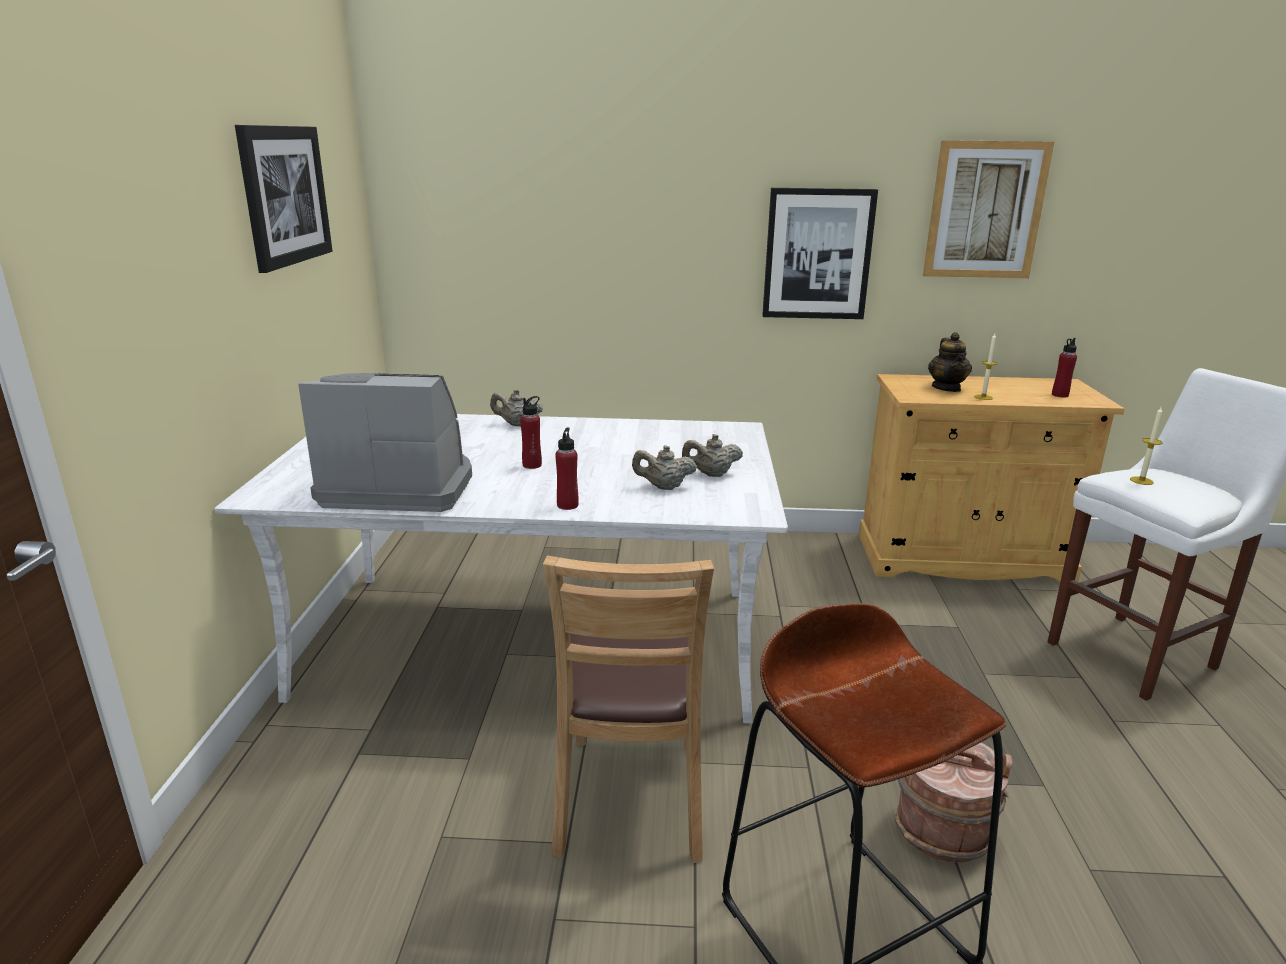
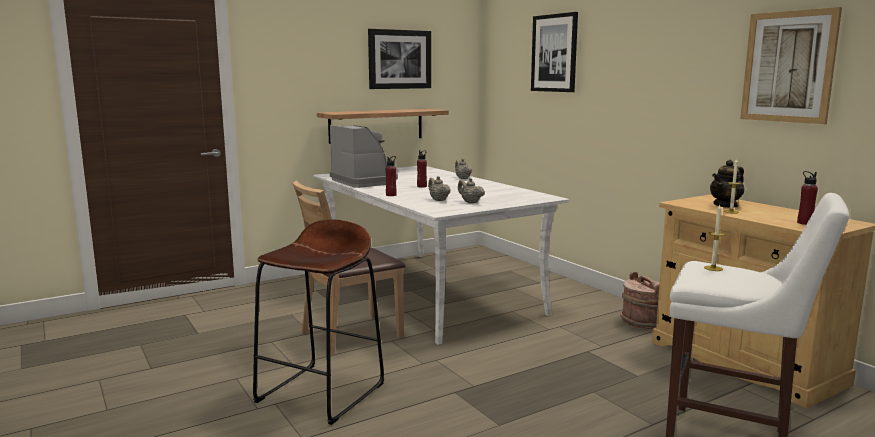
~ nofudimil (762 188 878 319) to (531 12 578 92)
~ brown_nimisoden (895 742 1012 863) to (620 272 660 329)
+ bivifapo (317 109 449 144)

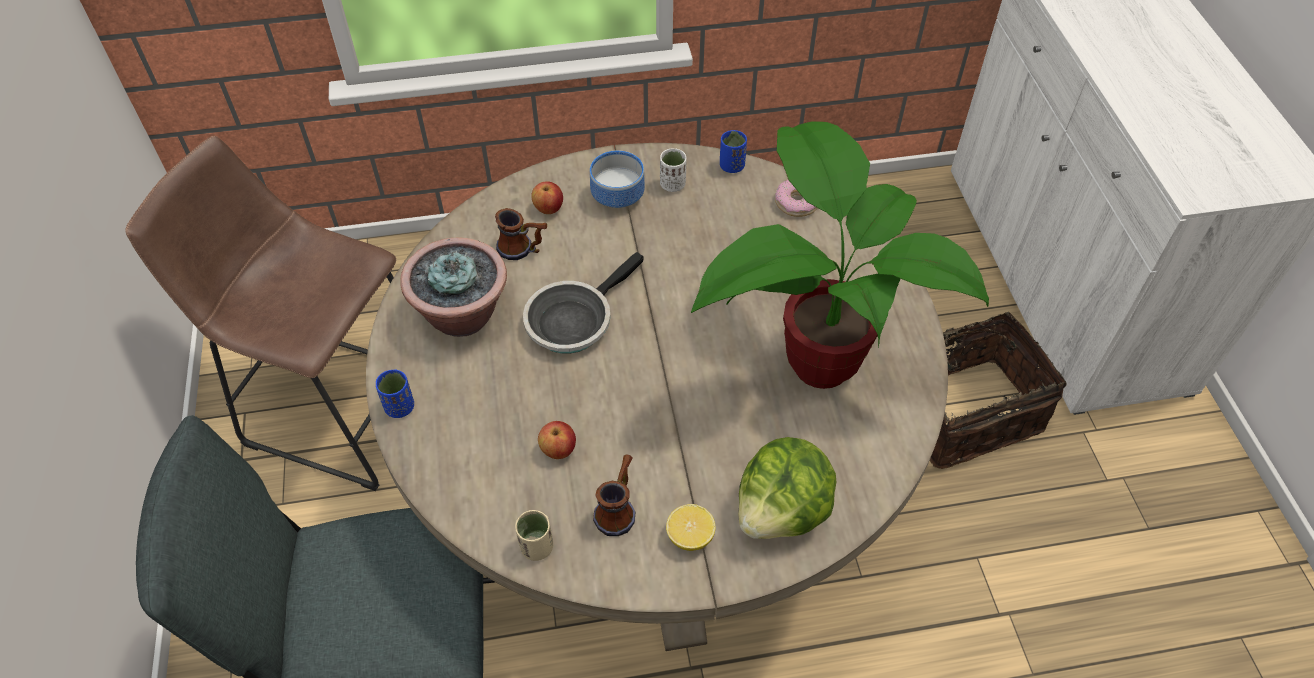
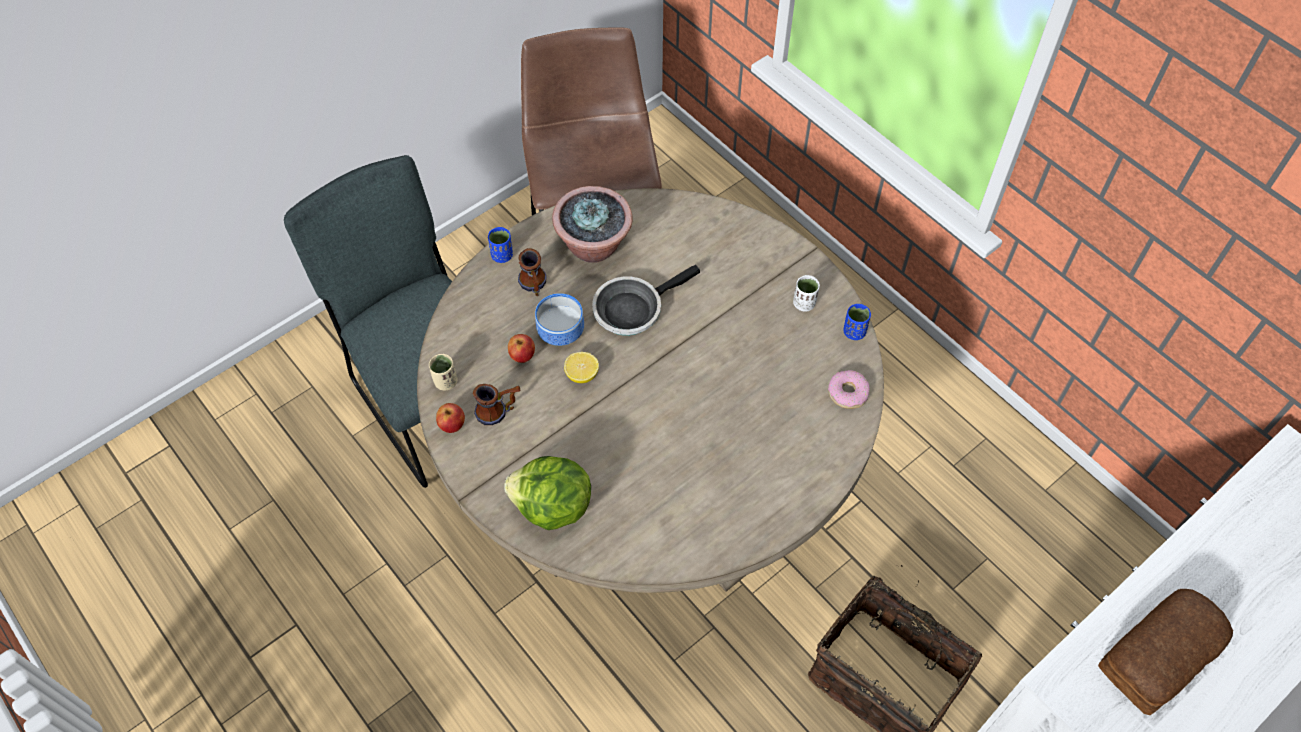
~ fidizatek (495 208 547 260) to (518 248 547 296)
~ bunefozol (523 252 644 354) = (592 265 700 336) 45 degrees counterclockwise
~ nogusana (531 181 563 214) to (436 403 465 433)
~ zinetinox (590 151 645 208) to (535 293 584 346)
~ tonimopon (666 504 716 551) to (564 352 599 383)
- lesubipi (691 121 989 389)
+ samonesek (1098 589 1233 715)

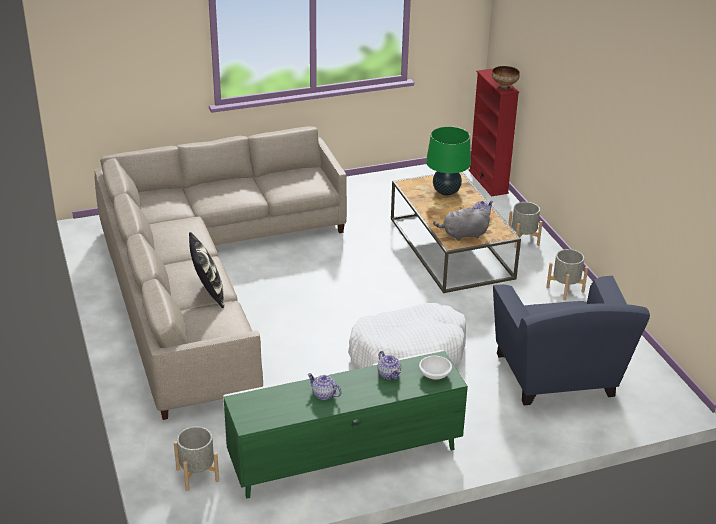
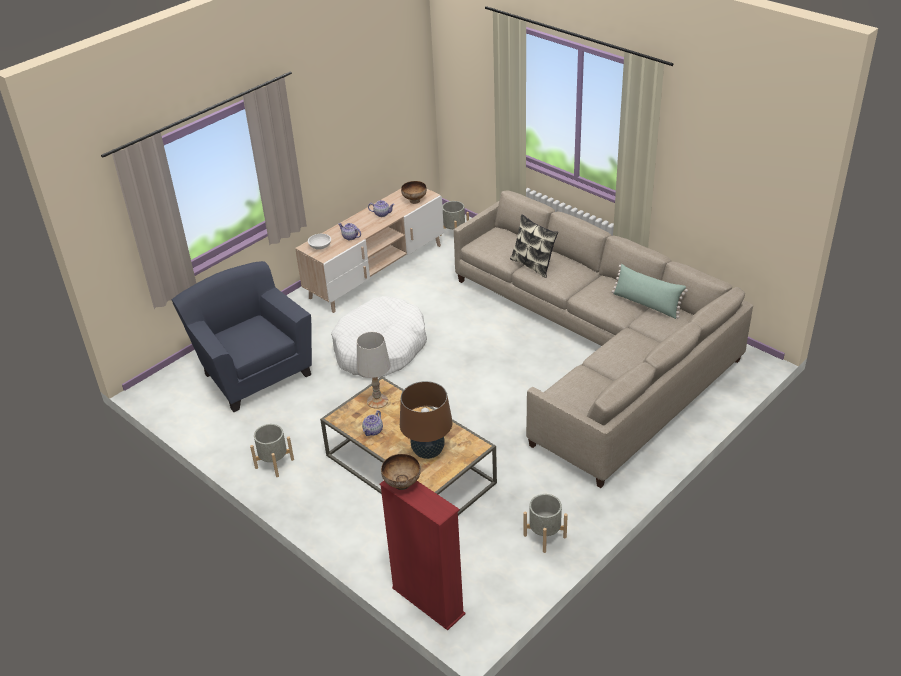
~ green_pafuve (223 350 468 499) to beige_pafuve (295 189 444 313)
~ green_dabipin (426 126 471 195) to brown_dabipin (400 381 453 459)
~ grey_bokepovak (433 207 490 241) to white_dabipin (357 332 390 409)
~ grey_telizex (509 202 542 248) to (523 494 568 553)
+ zinetinox (401 181 427 204)
+ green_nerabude (612 264 688 319)

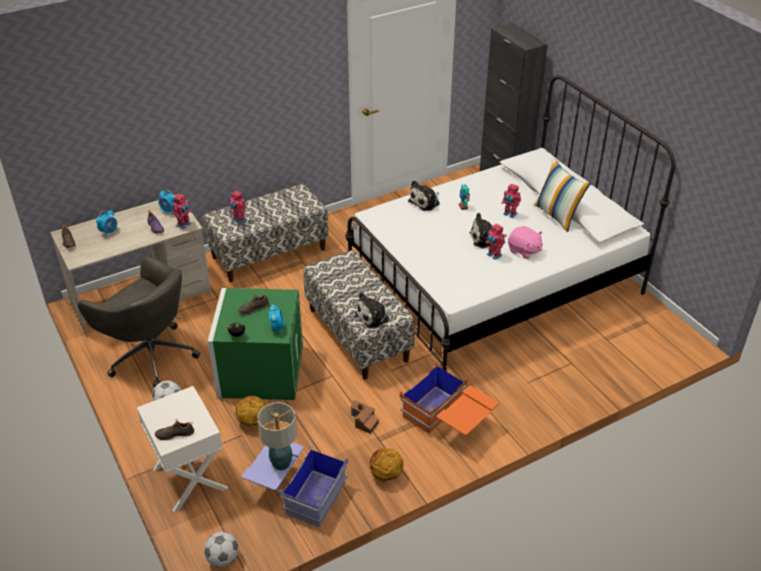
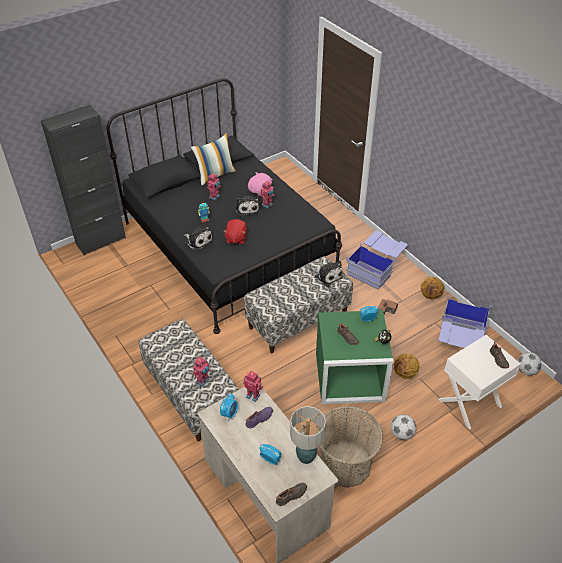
~ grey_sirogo (78 255 200 387) to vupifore (316 406 383 488)
~ dabipin (258 402 297 470) to (290 406 326 464)
~ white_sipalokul (345 75 676 372) to black_sipalokul (106 78 342 334)
~ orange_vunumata (400 361 499 435) to blue_vunumata (346 230 408 290)
+ red_bokepovak (223 219 247 245)

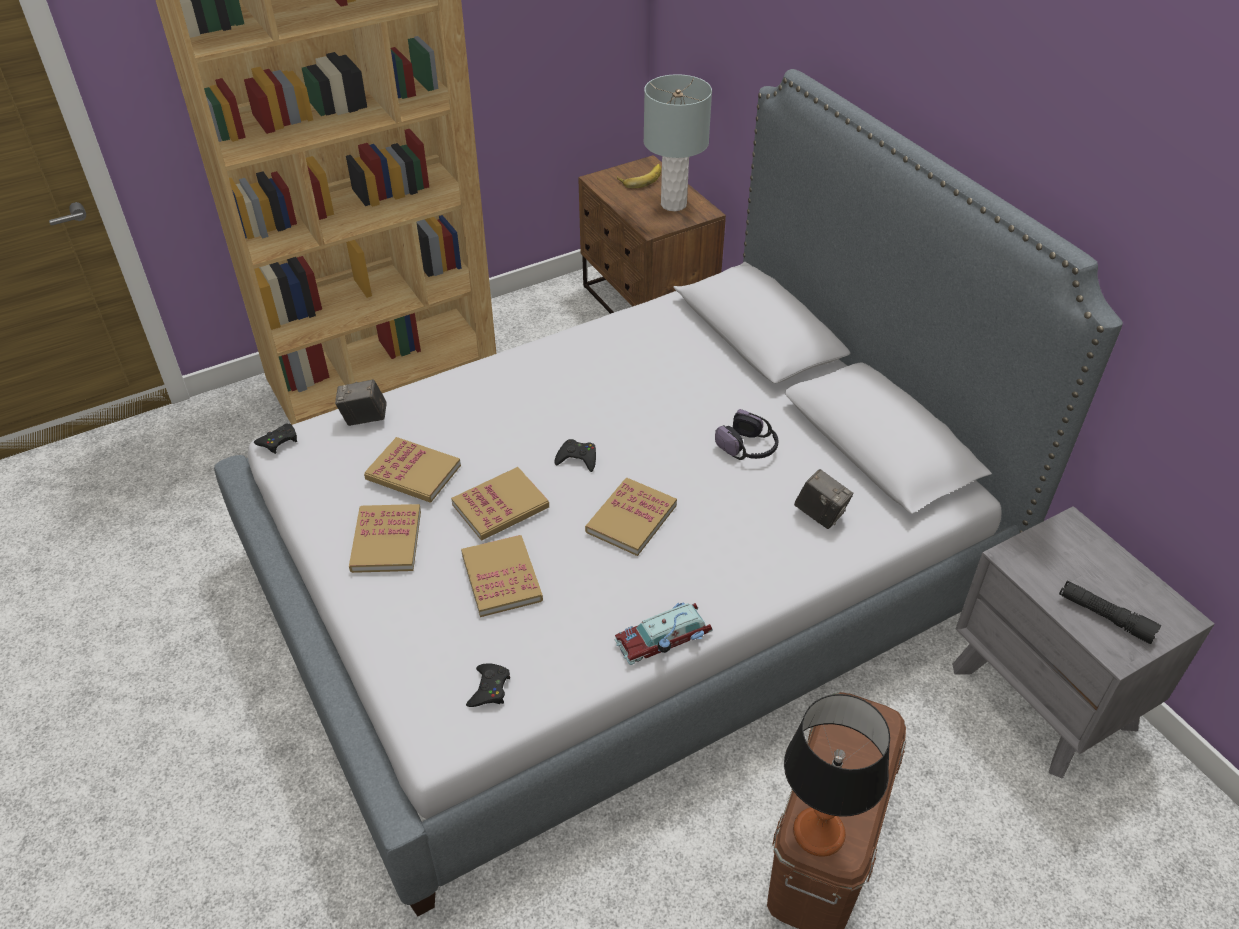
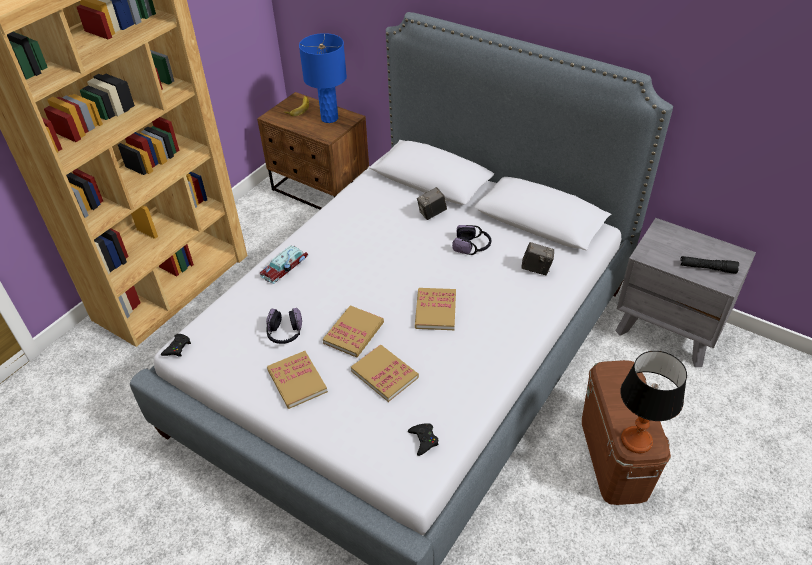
~ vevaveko (335 379 387 426) to (417 187 447 220)
~ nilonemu (364 437 461 502) to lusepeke (266 308 302 344)
- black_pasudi (554 439 596 472)
~ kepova (615 603 713 665) to (260 245 308 284)
~ grey_dabipin (644 74 712 211) to blue_dabipin (299 33 347 123)

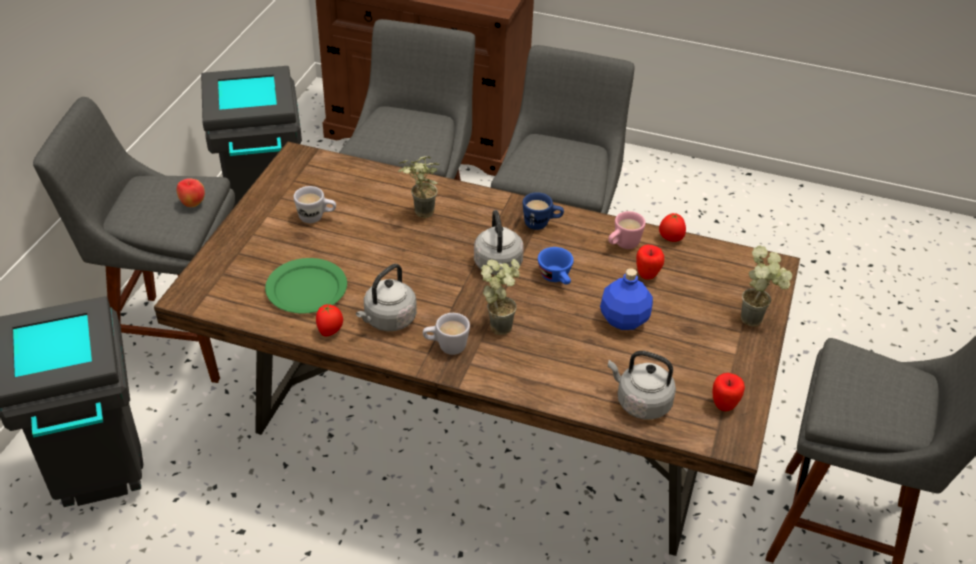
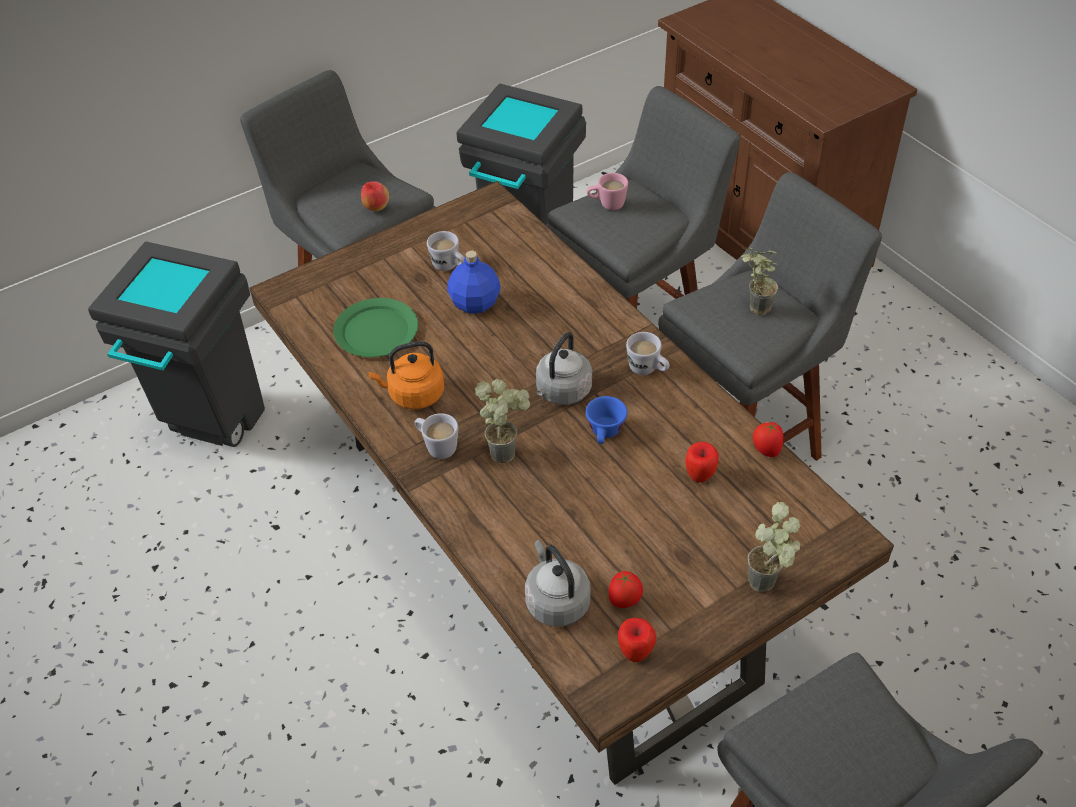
~ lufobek (316 303 343 336) to (609 571 643 608)
~ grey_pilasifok (356 264 417 331) to orange_pilasifok (368 341 444 409)
~ lesubipi (398 156 439 218) to (741 248 779 315)
~ blue_fidizatek (523 192 564 230) to white_fidizatek (626 332 670 375)
~ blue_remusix (600 268 653 330) to (447 250 501 314)
~ pink_fidizatek (608 211 646 249) to (587 173 628 210)

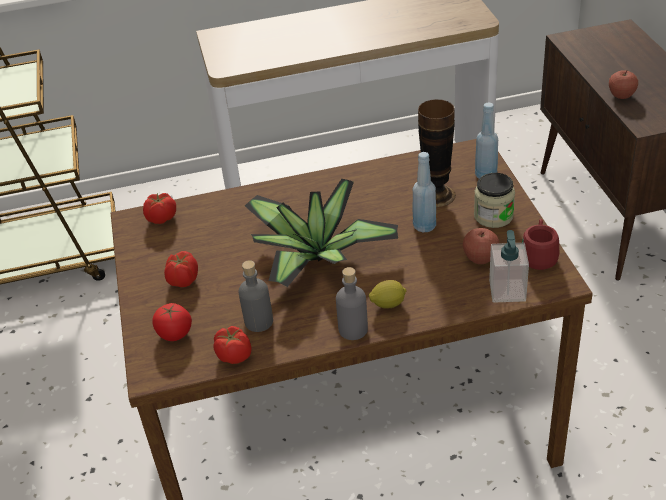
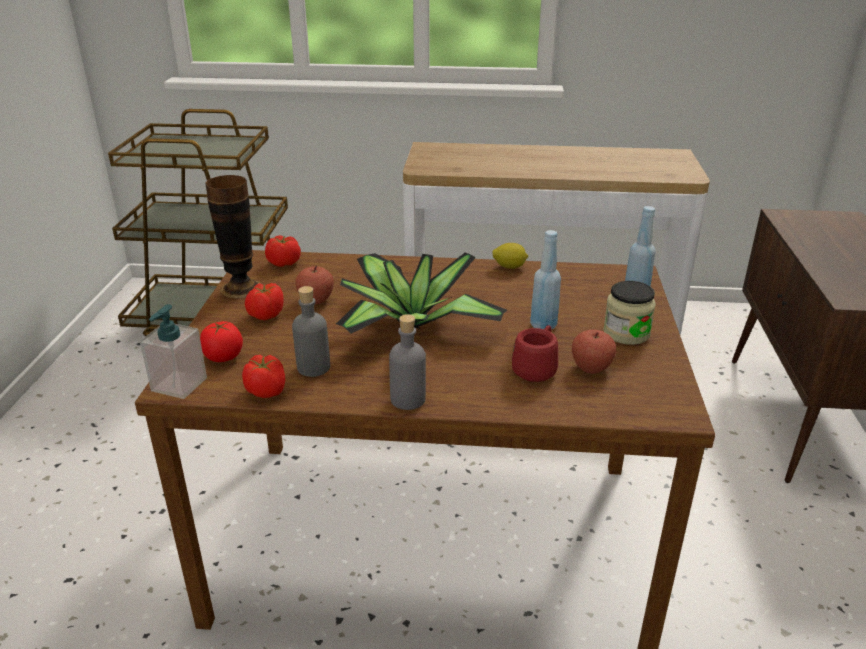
~ tonimopon (369 280 406 308) to (492 243 528 269)
~ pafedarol (418 99 456 207) to (205 175 262 299)
~ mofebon (489 230 529 303) to (140 304 207 399)
~ red_fidizatek (522 219 559 270) to (512 325 558 382)
~ nogusana (609 70 638 99) to (295 266 334 304)

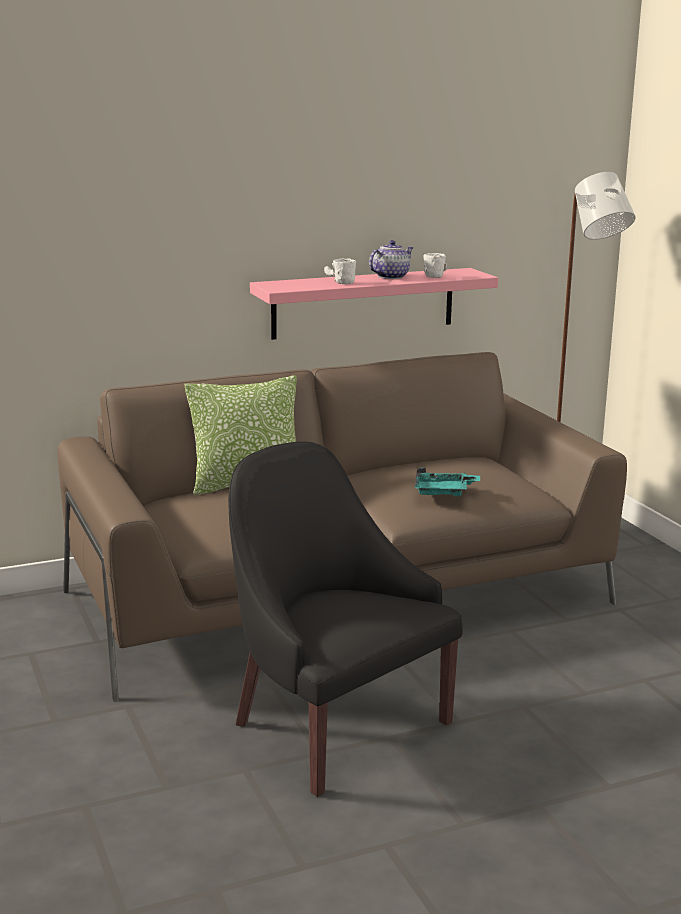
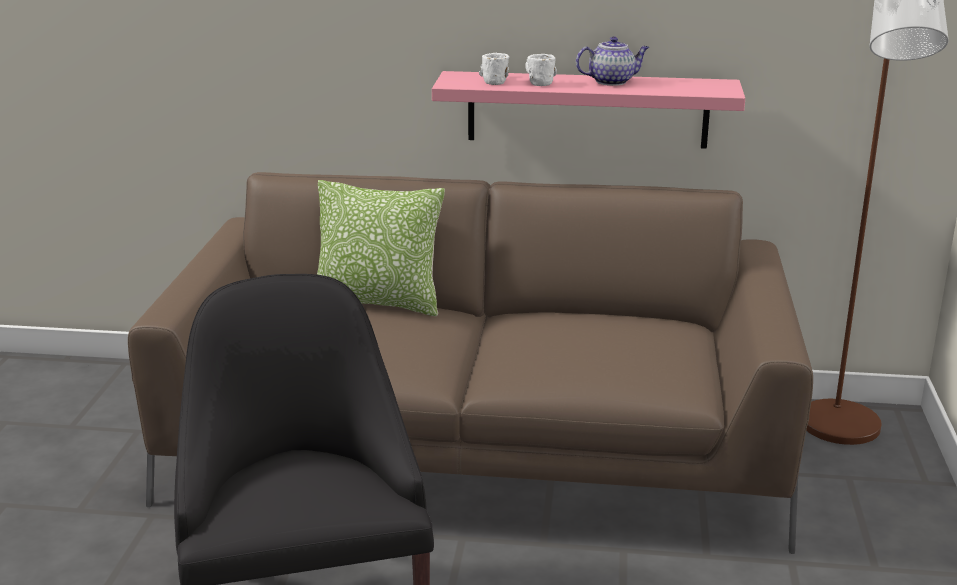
- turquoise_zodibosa (415 468 480 497)
~ white_fidizatek (424 253 447 278) to (479 53 510 85)

